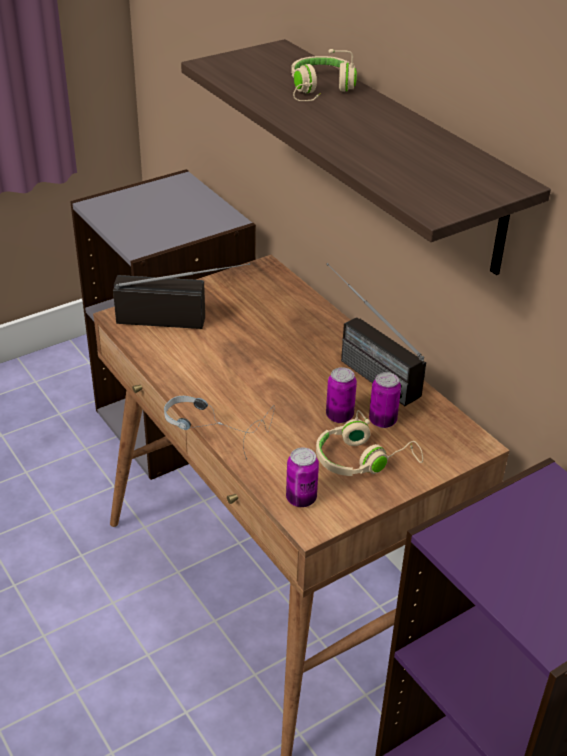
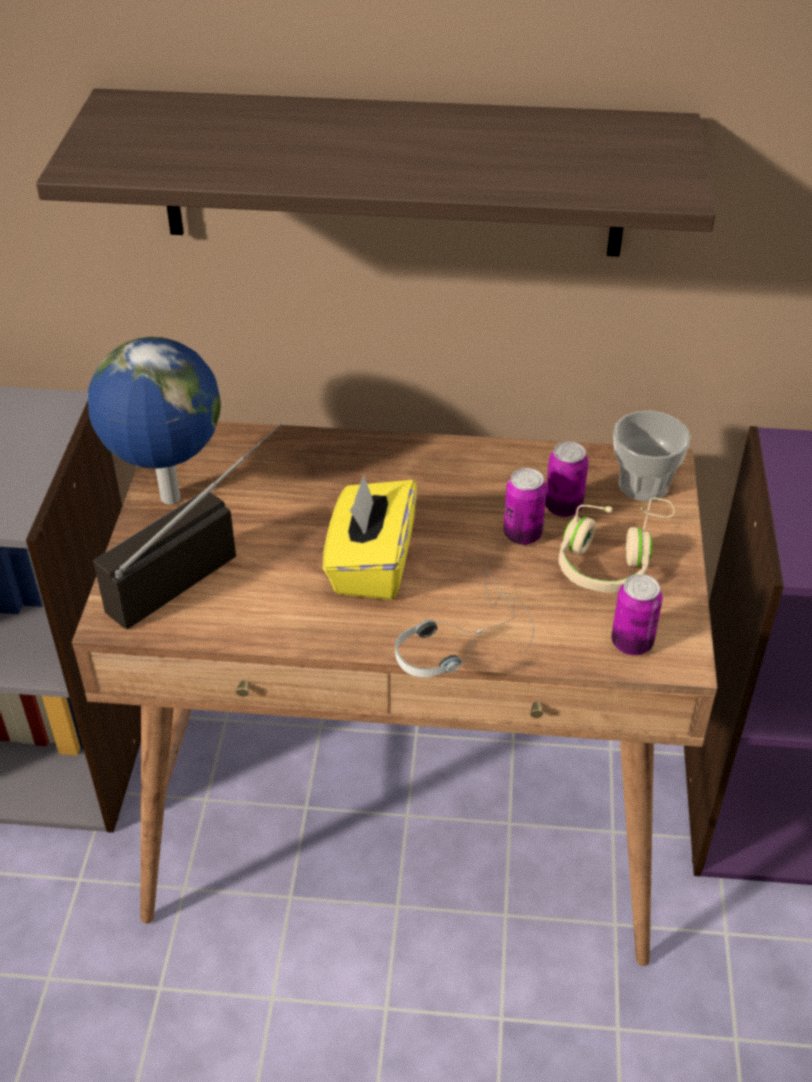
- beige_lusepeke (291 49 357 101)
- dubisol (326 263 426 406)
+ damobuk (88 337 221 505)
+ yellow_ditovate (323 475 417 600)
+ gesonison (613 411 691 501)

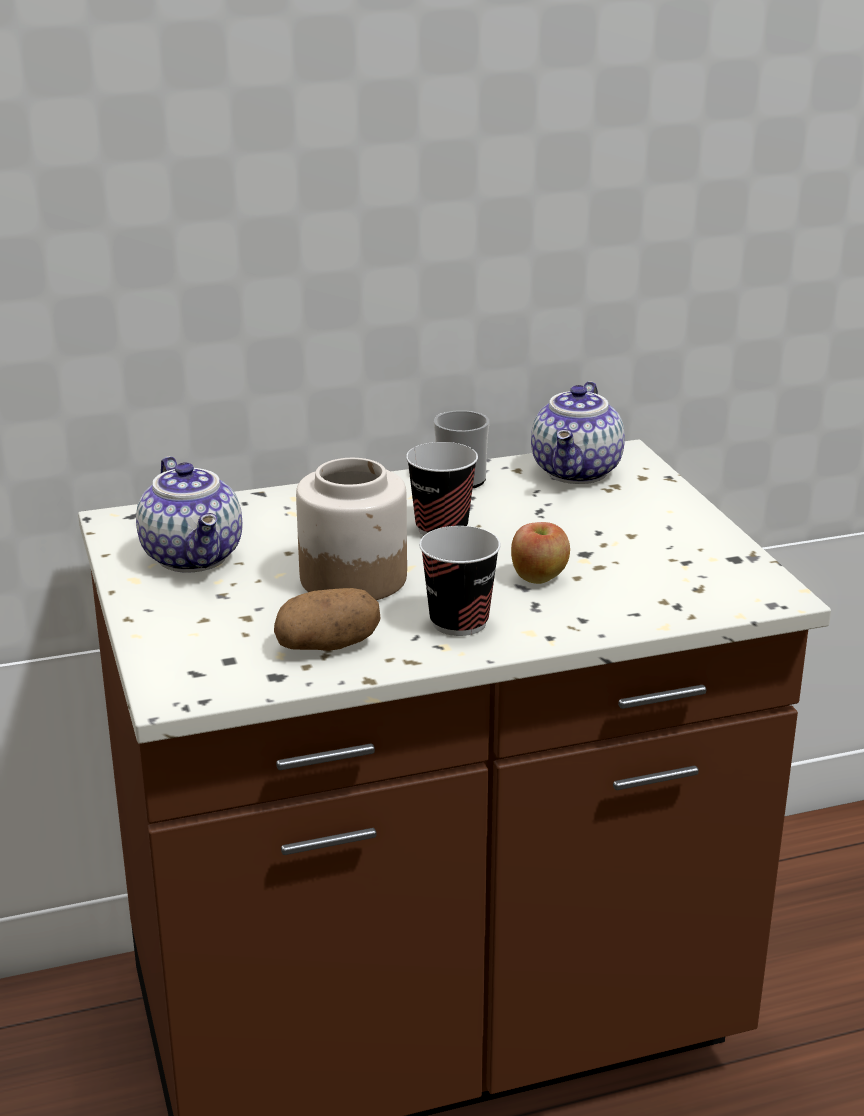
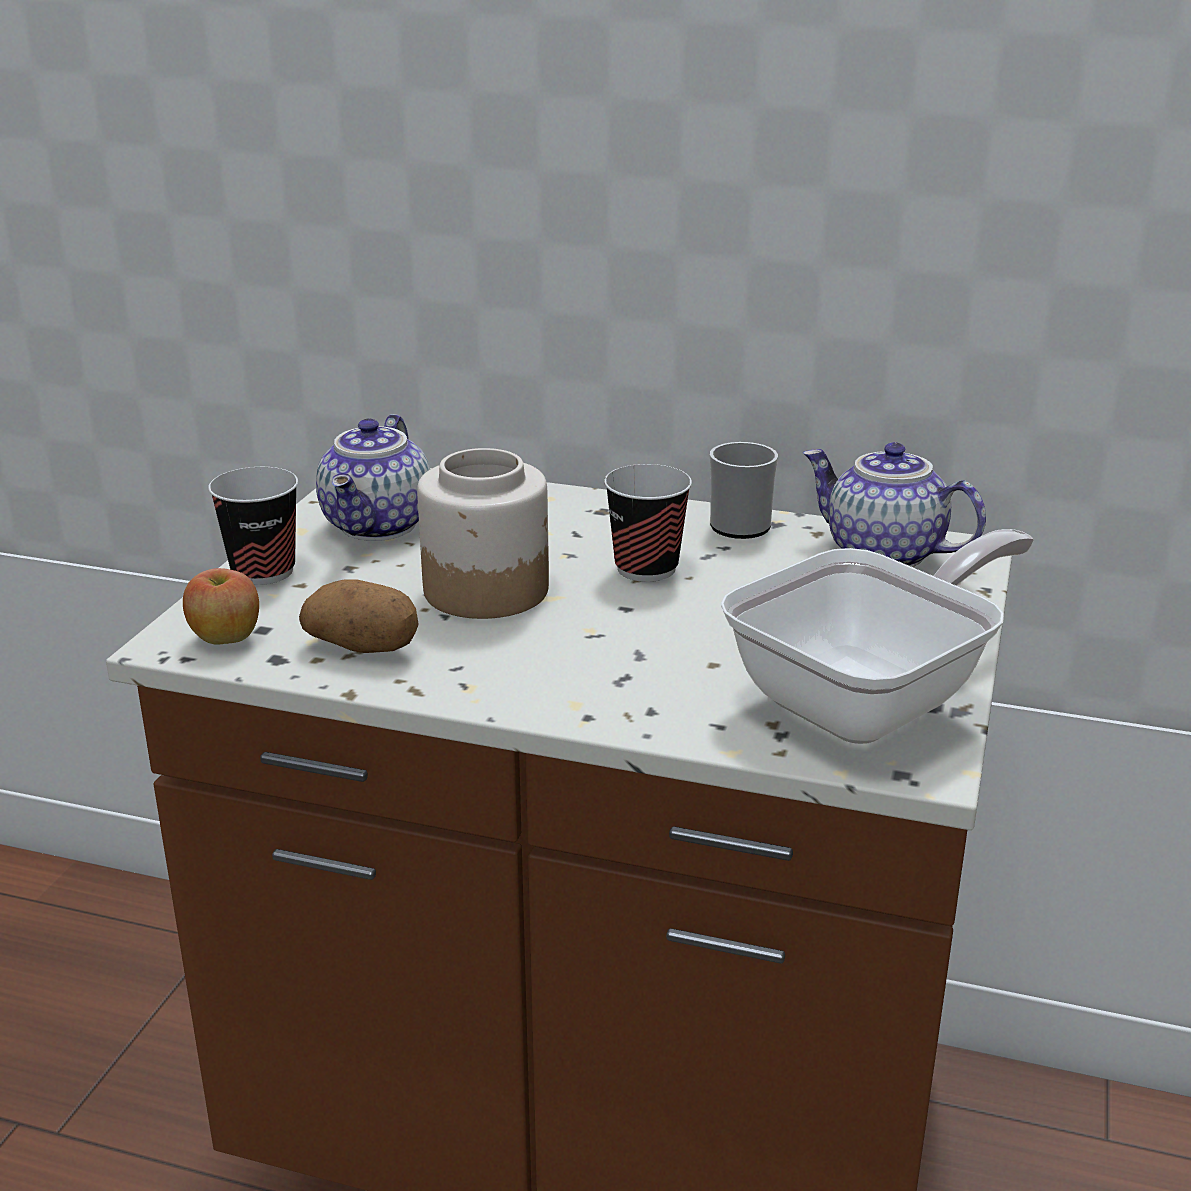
~ gesonison (419 526 501 636) to (208 467 298 585)
~ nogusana (511 522 570 584) to (183 568 259 644)
~ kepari (531 381 625 484) = (803 442 986 567) 75 degrees clockwise
+ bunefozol (721 529 1034 744)

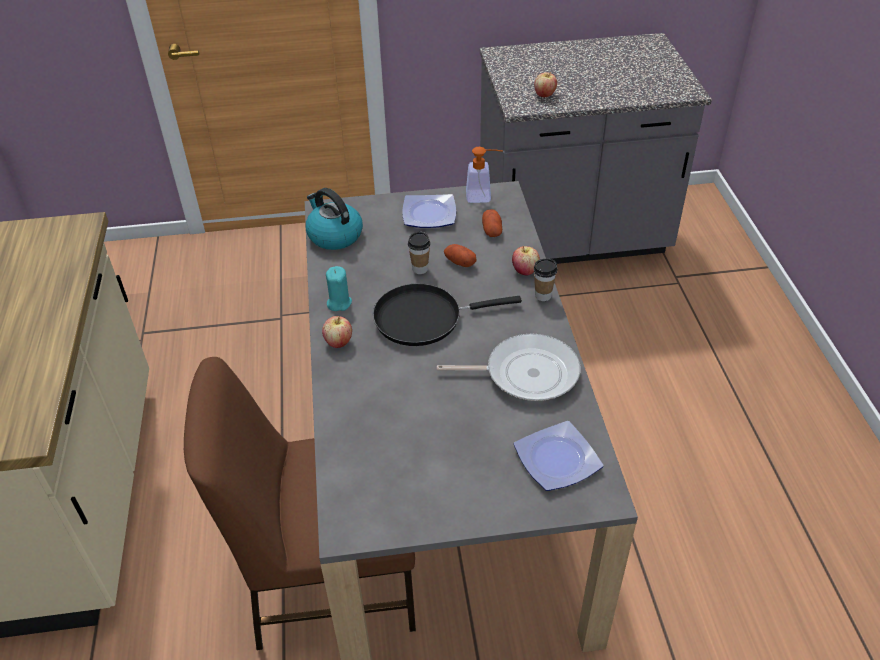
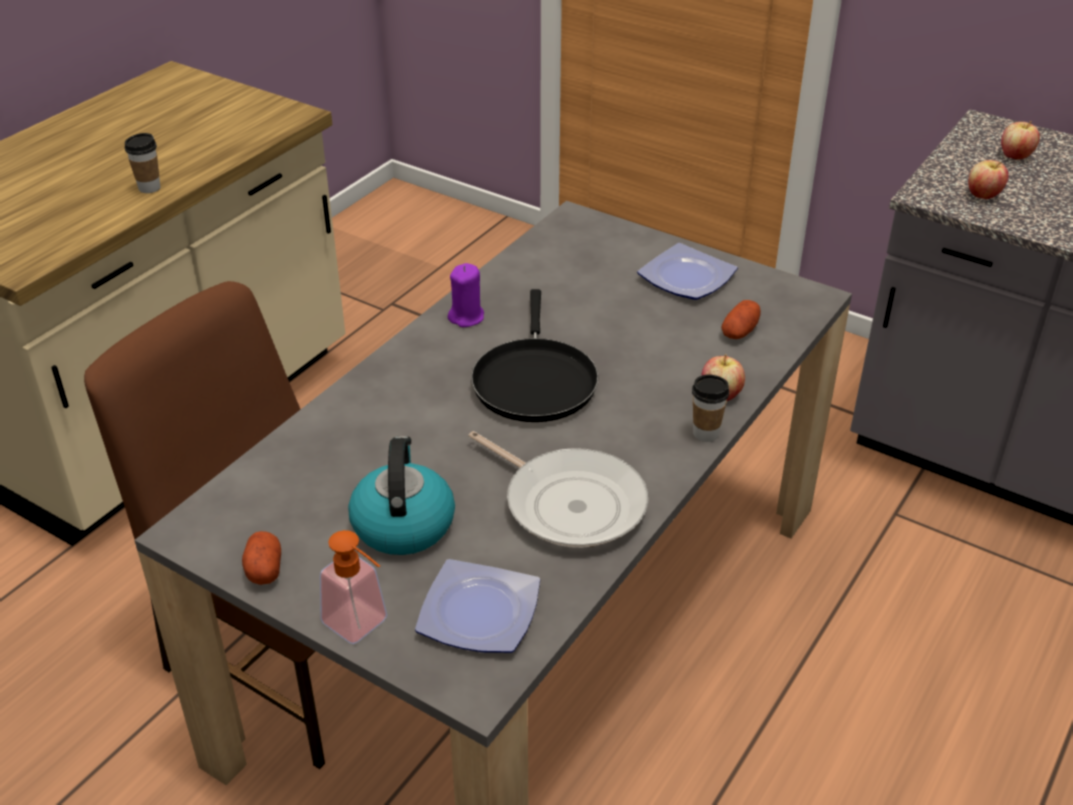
~ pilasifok (306 188 363 250) to (348 436 455 555)
~ nogusana (322 316 352 348) to (1001 121 1040 160)
~ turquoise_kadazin (326 266 352 311) to purple_kadazin (448 263 484 327)
~ black_bunefozol (373 283 522 346) = (471 289 599 422) 120 degrees counterclockwise
~ gesonison (408 231 430 274) to (125 133 160 193)
~ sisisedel (444 244 476 267) to (242 531 281 585)
~ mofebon (466 147 503 203) to (320 530 387 644)

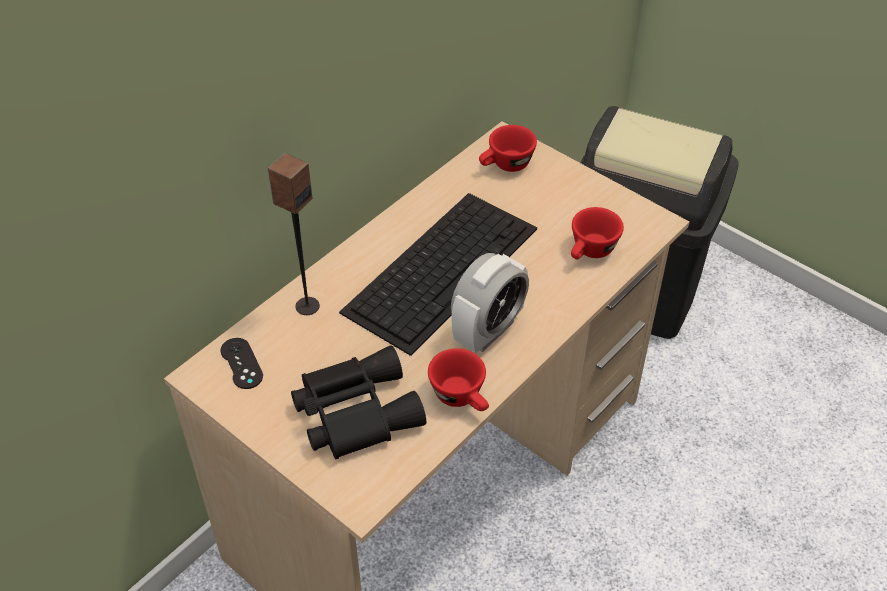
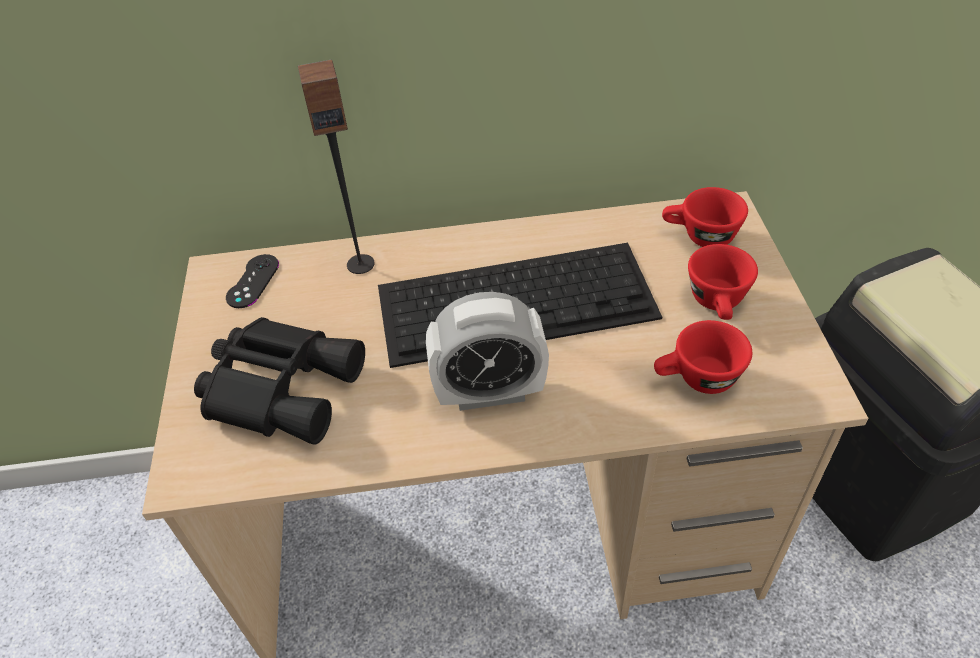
~ red_gesonison (428 348 489 411) to (688 244 758 320)

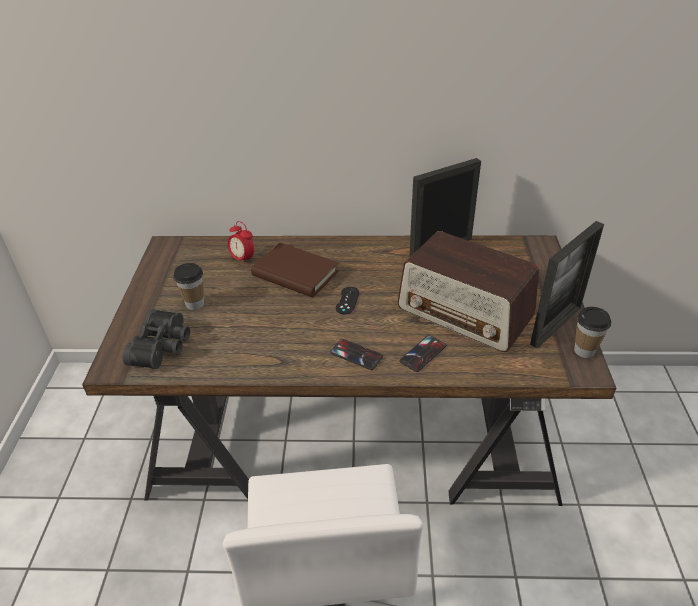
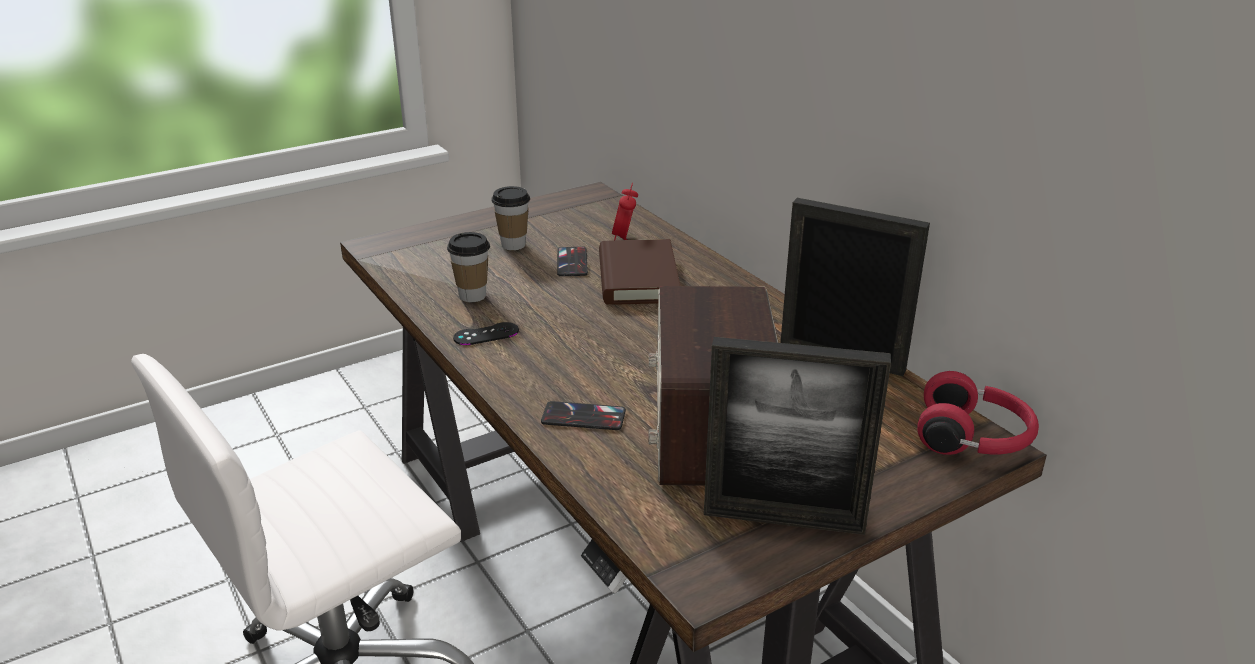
- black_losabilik (122 309 190 369)
~ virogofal (330 339 383 370) to (557 247 588 276)
~ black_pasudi (336 287 359 315) to (453 322 519 345)
~ gesonison (574 307 611 358) to (447 232 490 302)
+ red_lusepeke (917 371 1039 455)

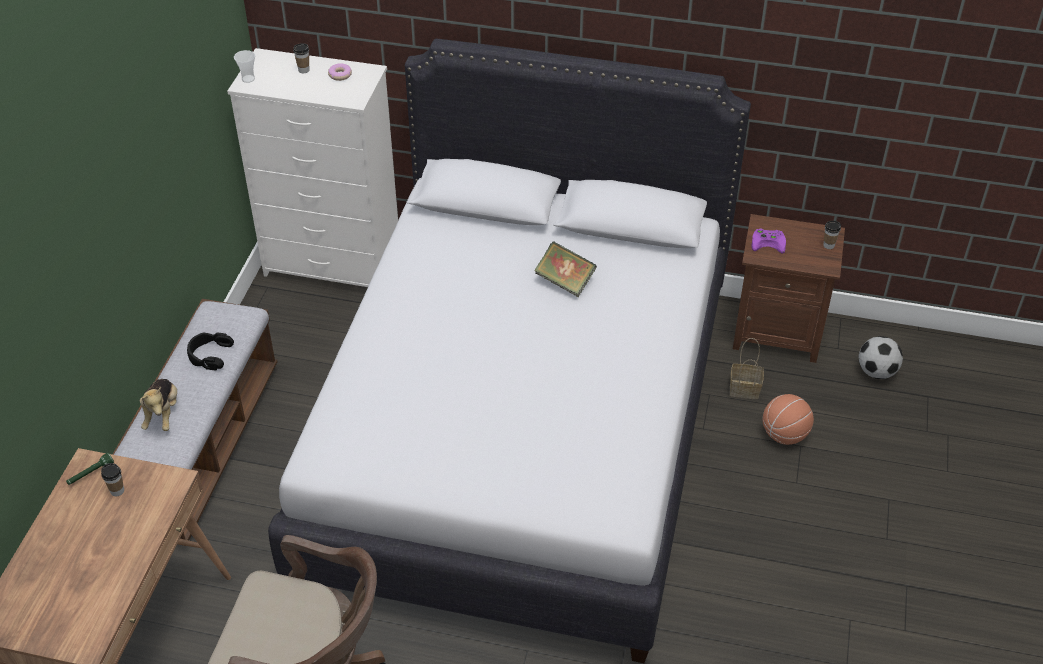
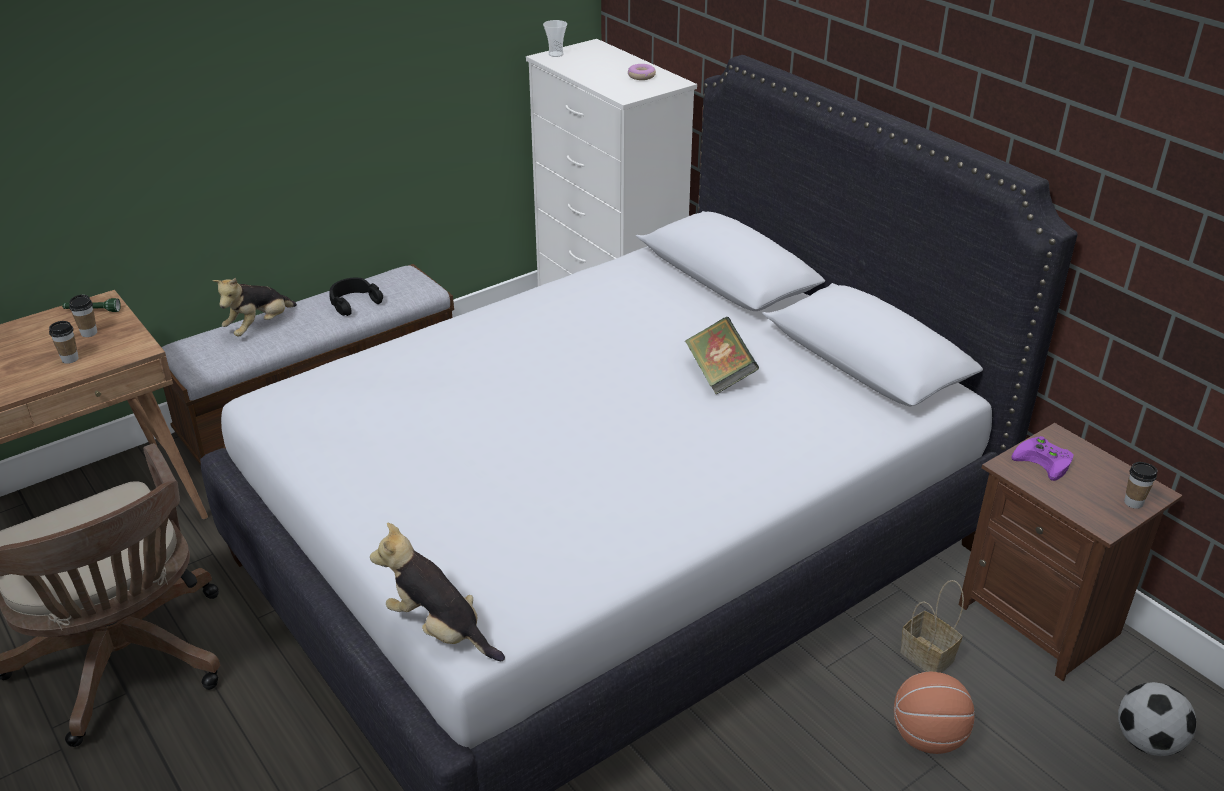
~ gesonison (293 43 310 73) to (49 321 79 364)
+ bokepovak (370 523 505 661)

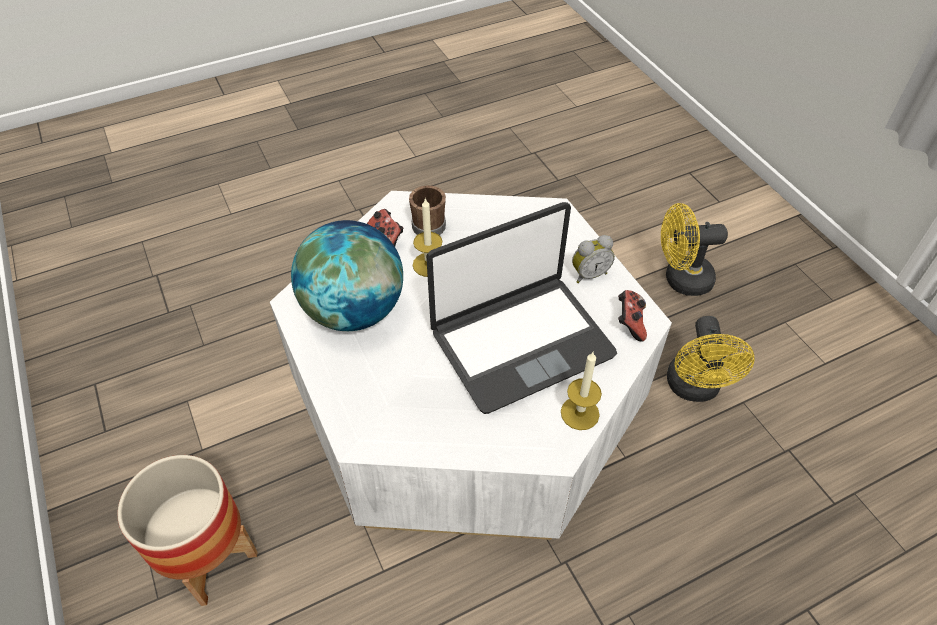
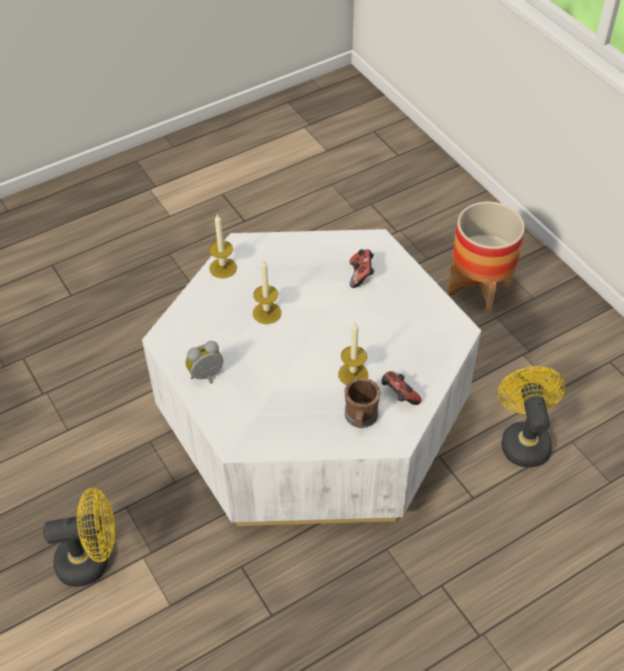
- damobuk (291 220 403 331)
~ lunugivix (426 202 617 414) to kadazin (253 259 281 324)
~ pasudi (618 290 647 342) to (349 249 374 288)
~ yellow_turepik (667 316 754 402) to (498 366 566 467)

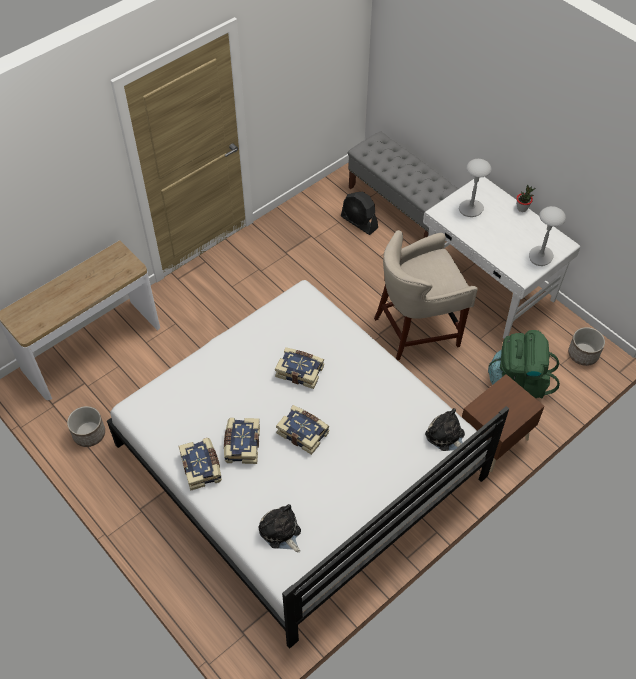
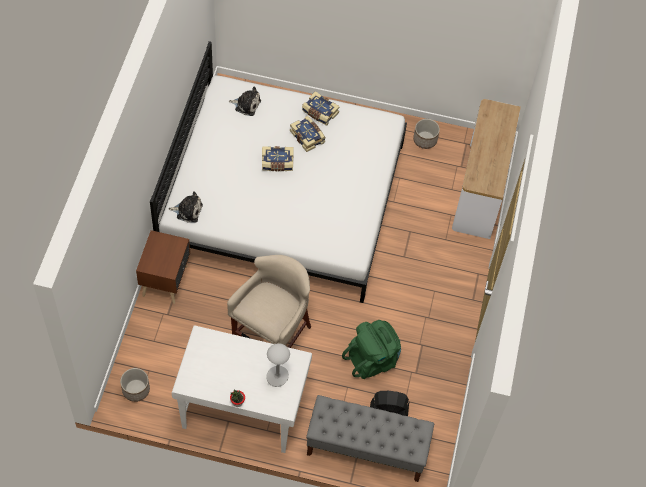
- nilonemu (275 347 324 389)
~ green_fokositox (488 330 560 398) to (342 320 401 379)
- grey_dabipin (529 206 566 266)

